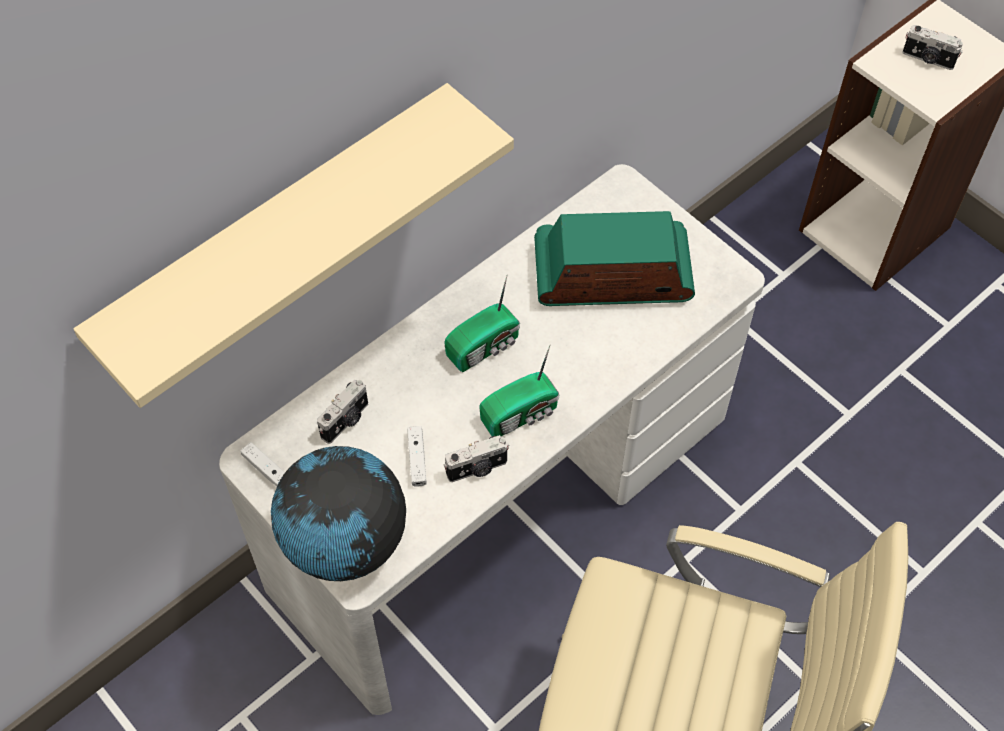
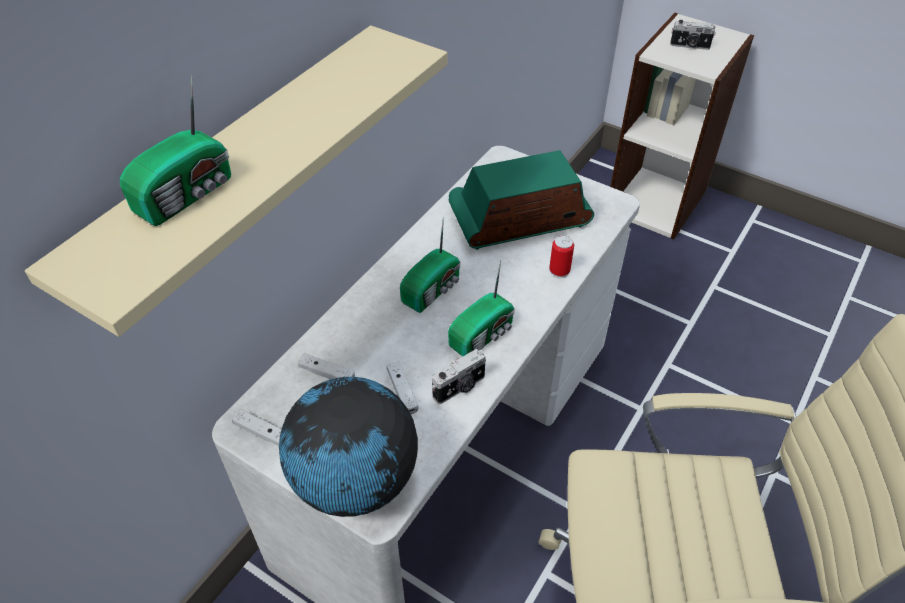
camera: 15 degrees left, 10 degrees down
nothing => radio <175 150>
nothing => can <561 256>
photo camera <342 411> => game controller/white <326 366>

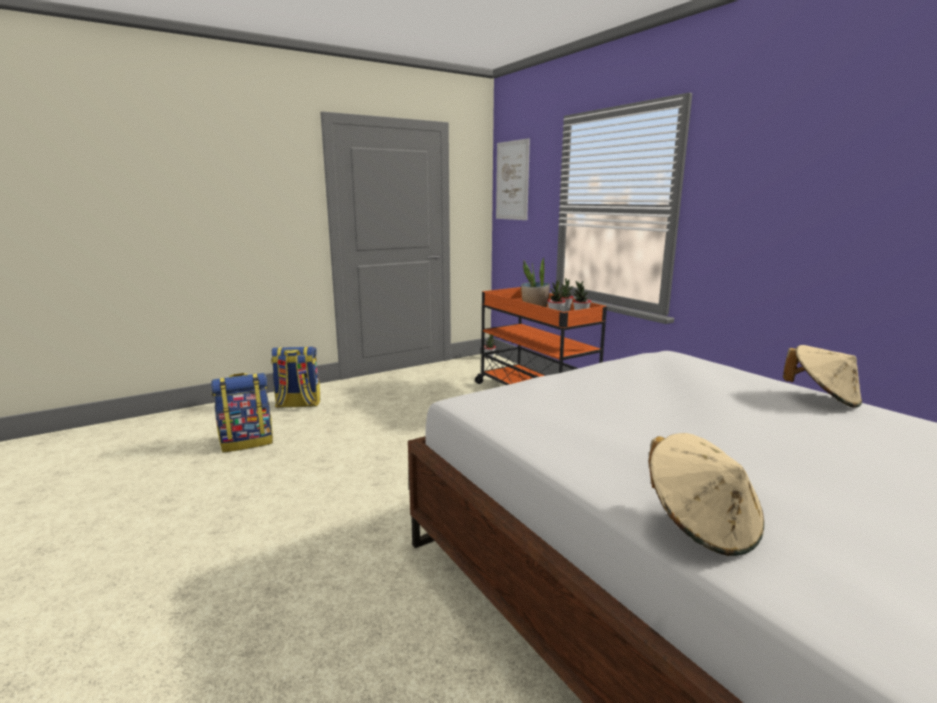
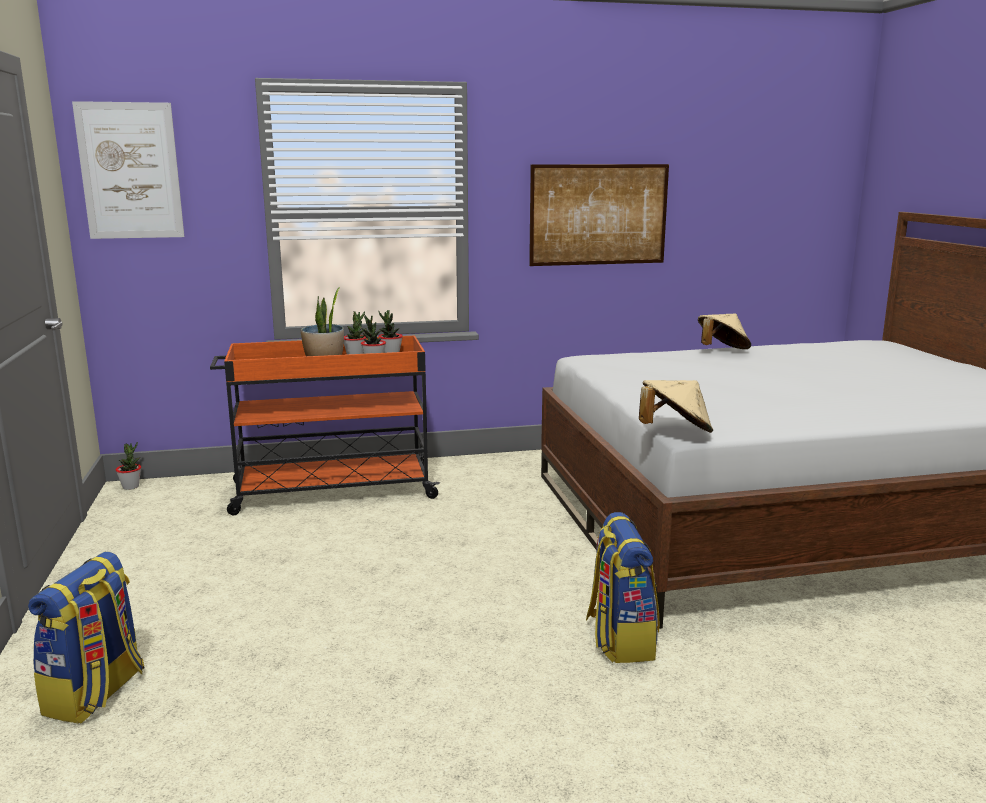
camera: 70 degrees left, 0 degrees up
nothing => picture <599 215>
backpack <242 412> => backpack <622 587>, shifted
hat/beige <706 494> => hat/beige <676 406>, shifted

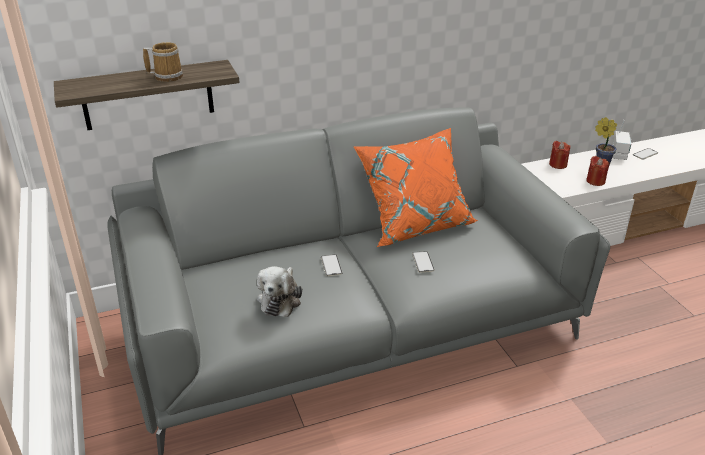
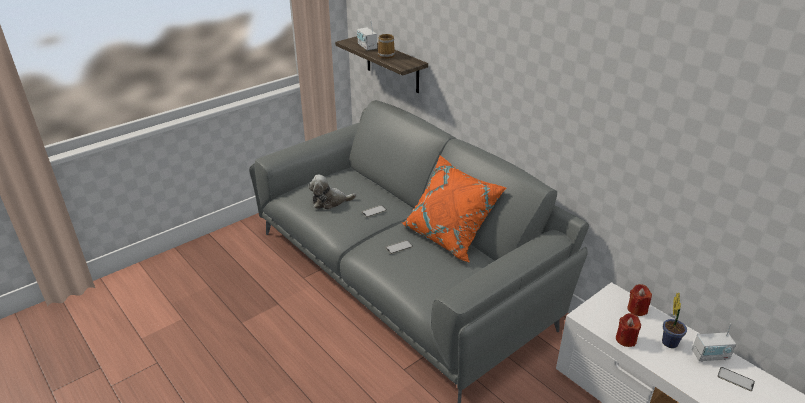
camera: 70 degrees right, 0 degrees up
nothing => radio <367 35>

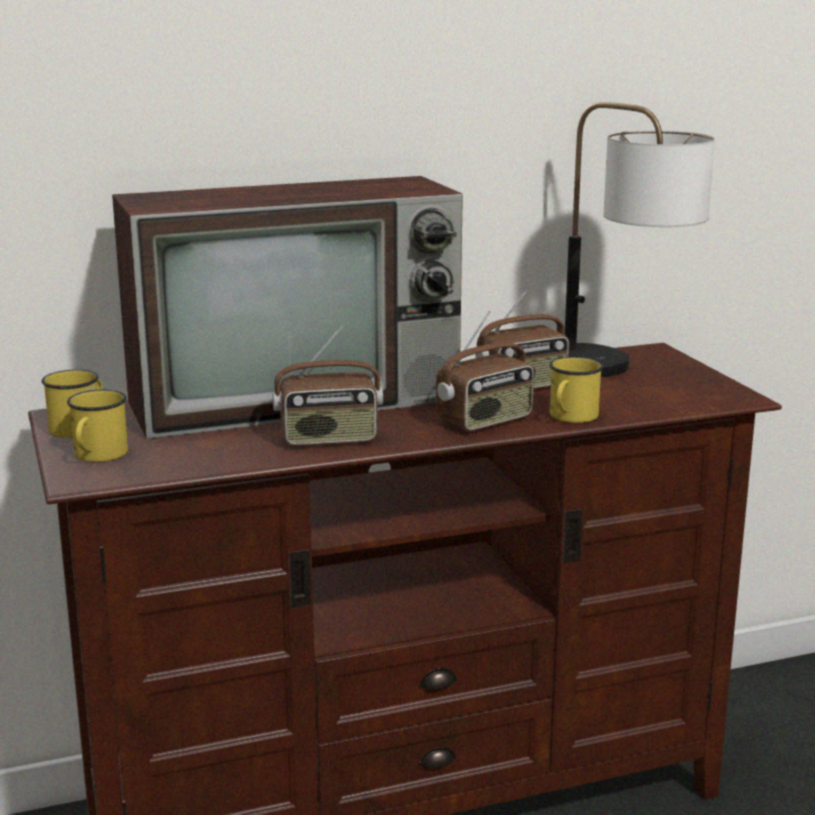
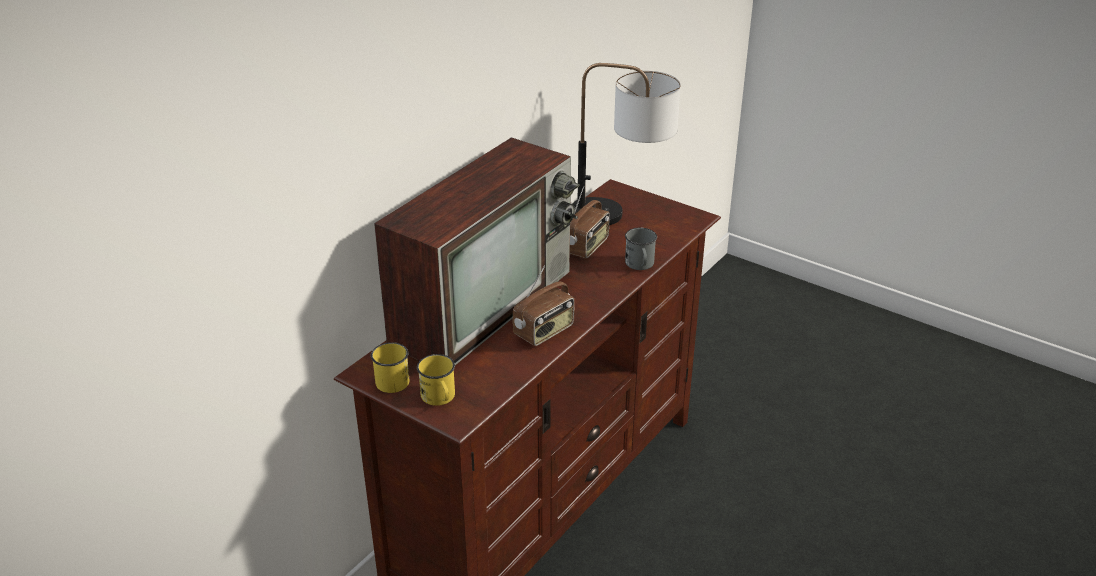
camera: 35 degrees left, 15 degrees up
radio <485 371> => nothing
mug/yellow <576 390> => mug/grey <641 249>

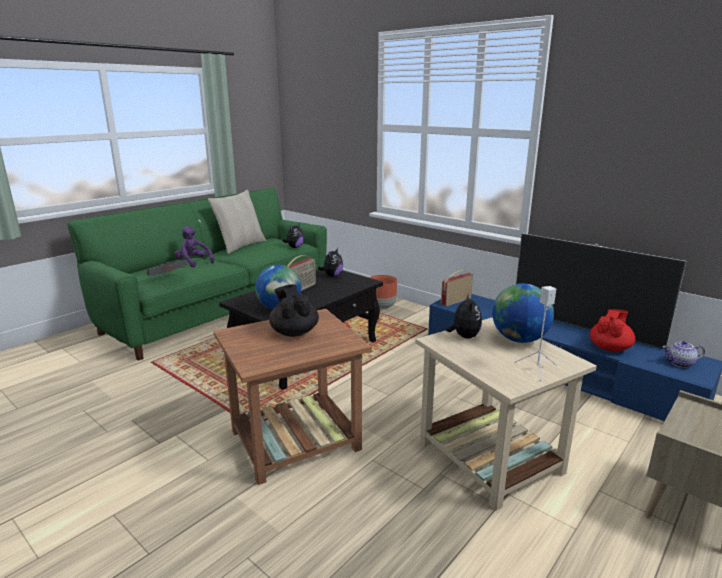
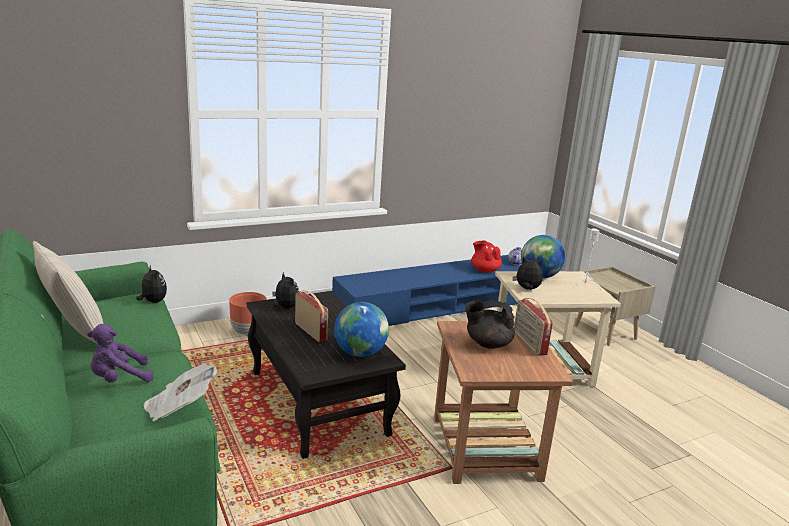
camera: 70 degrees left, 0 degrees up
television <601 291> => nothing
radio <457 288> => radio <533 327>, shifted

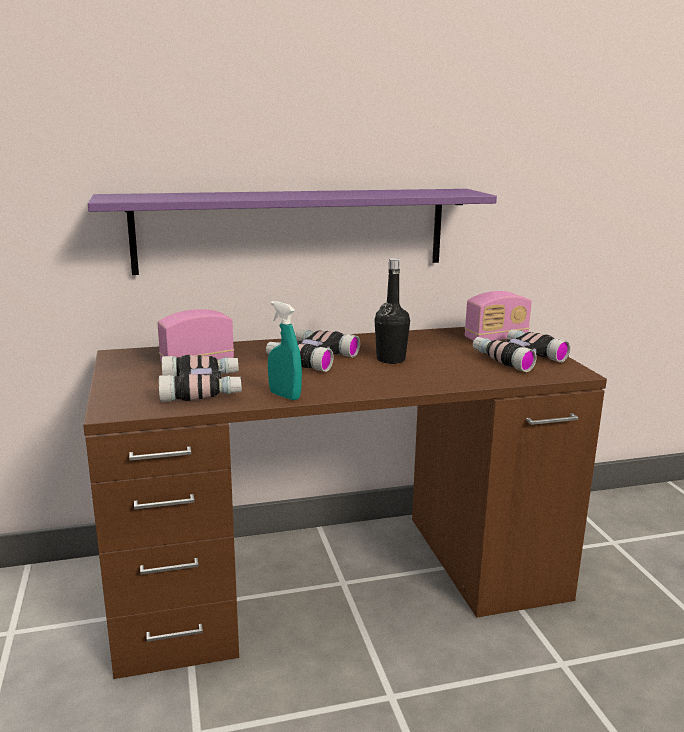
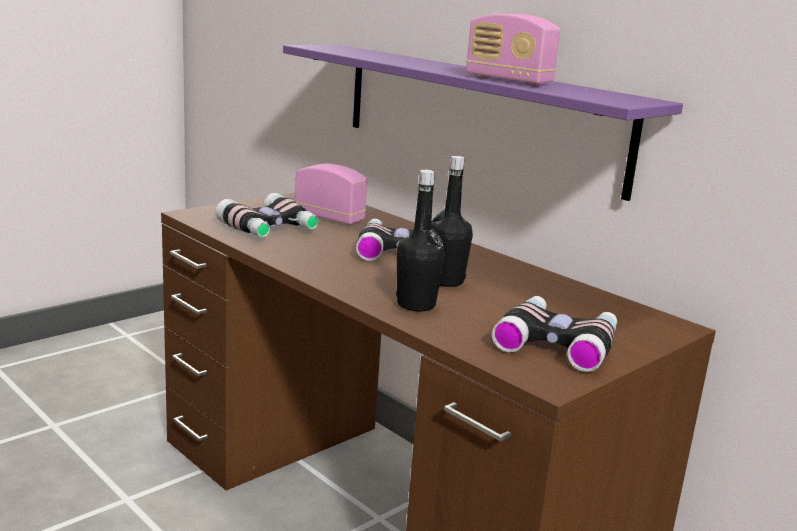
camera: 60 degrees right, 0 degrees up
spray bottle/turquoise <285 350> => nothing
nothing => bottle/black <420 240>
radio <498 316> => radio <513 50>, shifted

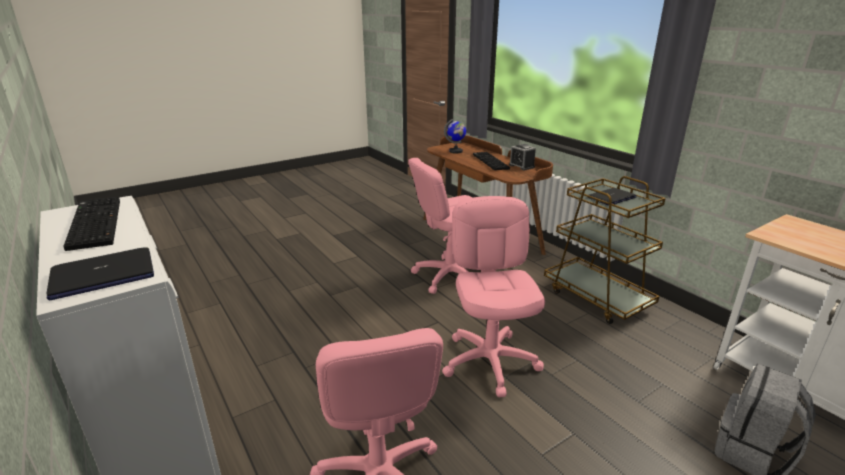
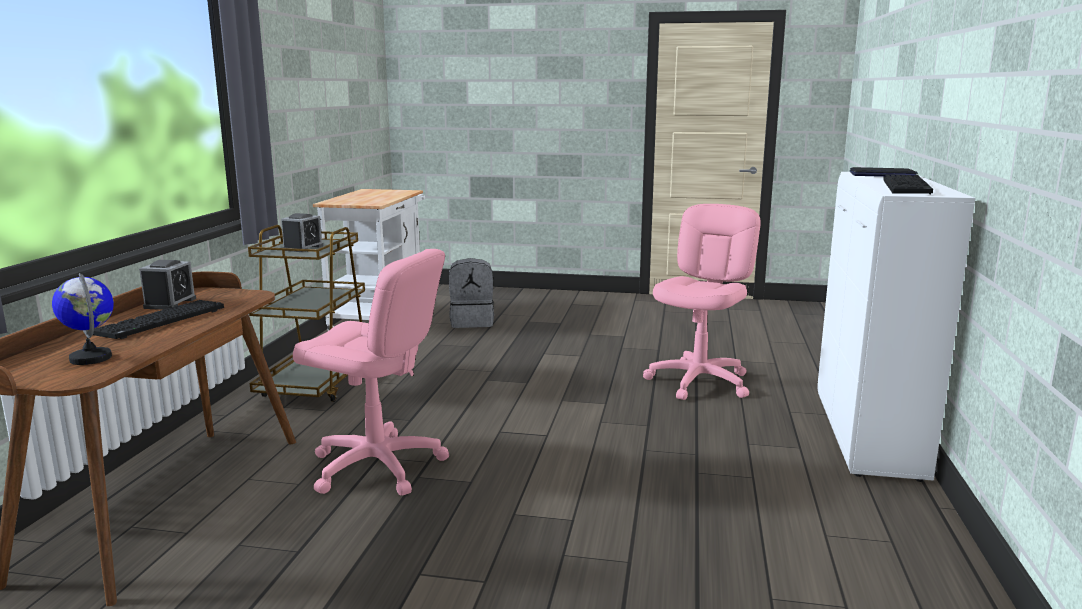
camera: 135 degrees left, 10 degrees down
office chair/pink <493 296> => nothing
laptop <612 197> => alarm clock <302 232>

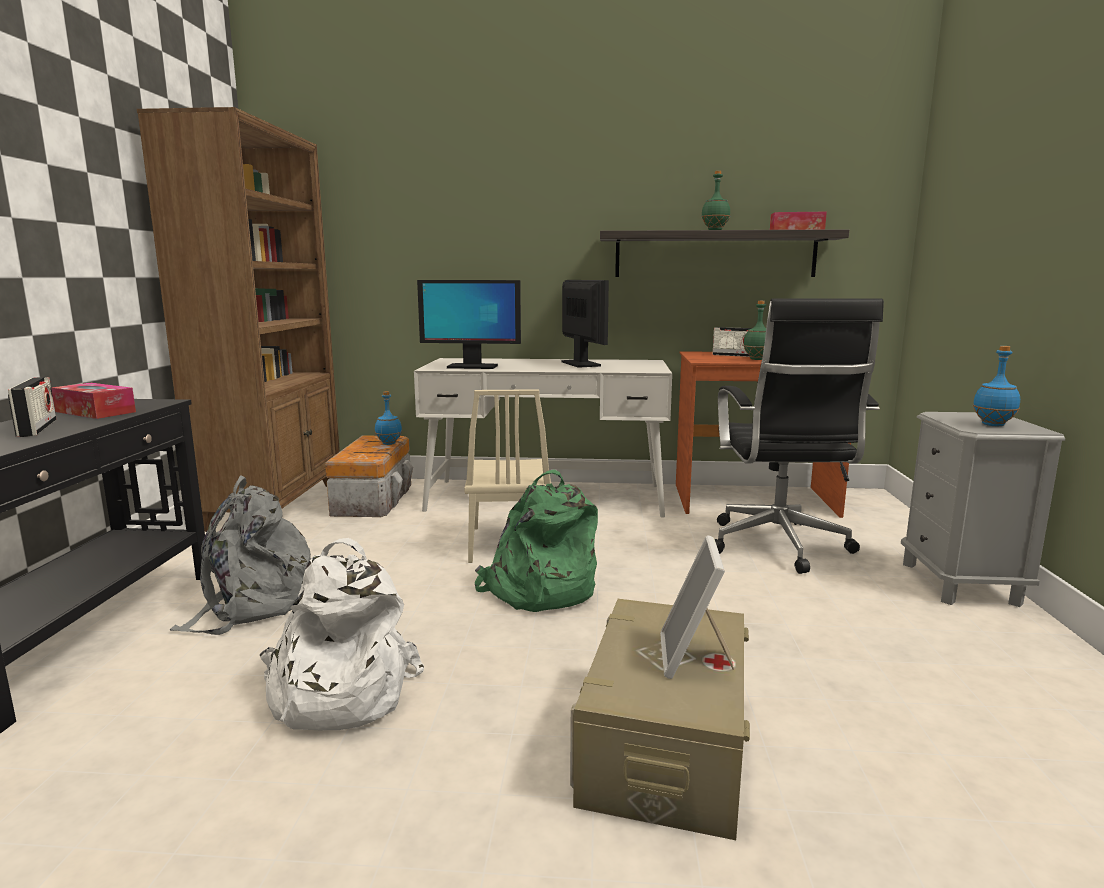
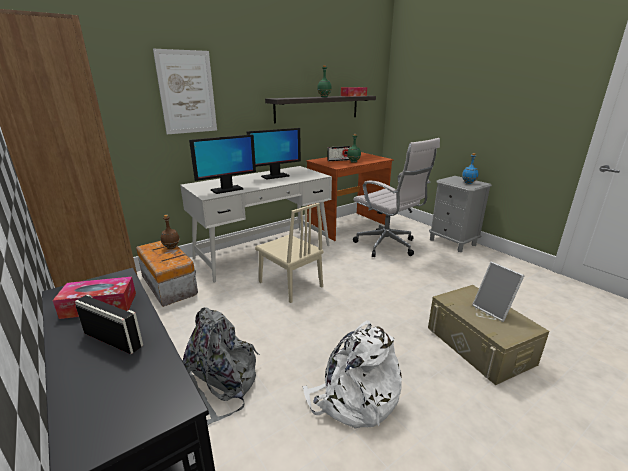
camera: 40 degrees left, 10 degrees up
backpack/green <536 541> => nothing
nothing => picture <185 91>
bottle/blue <388 418> => bottle/brown <170 232>
office chair/black <799 436> => office chair/white <396 197>
monitor <585 324> => monitor <273 154>, 120 degrees clockwise

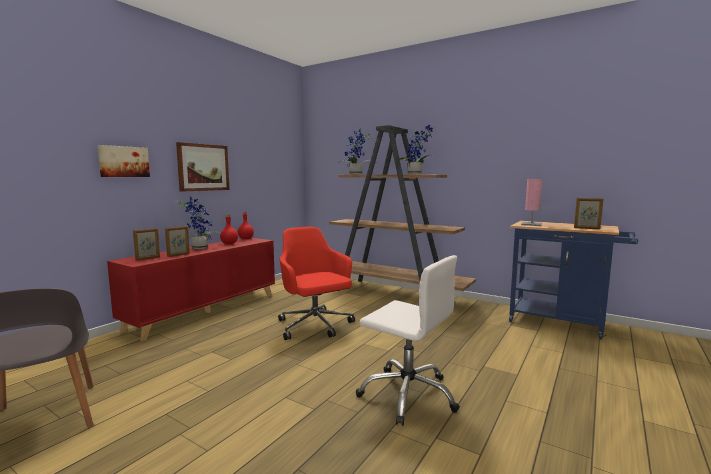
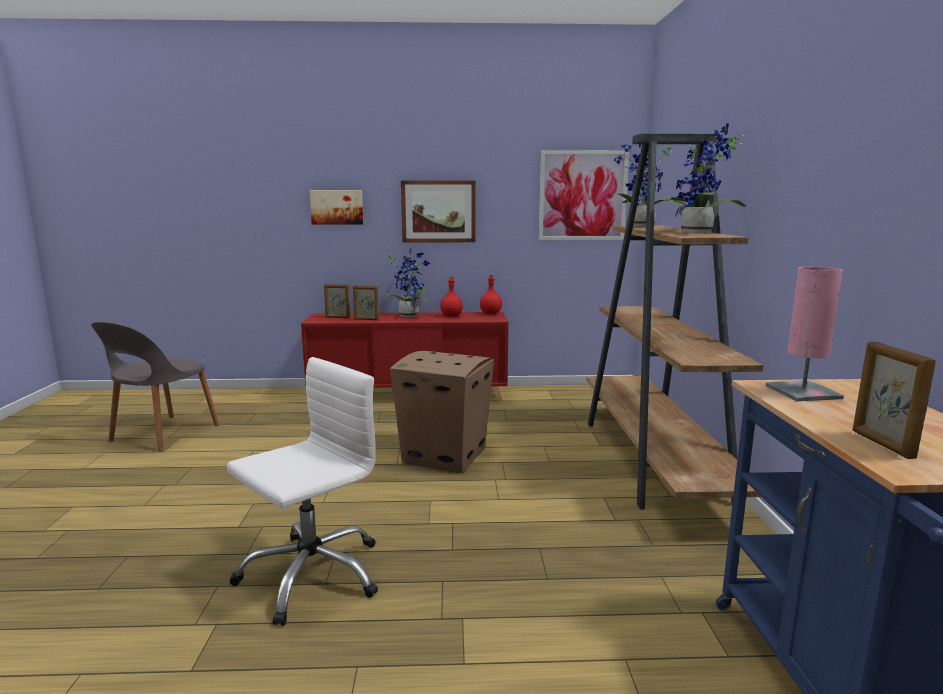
camera: 55 degrees right, 5 degrees up
nothing => picture <583 195>
office chair/red <316 283> => cardboard box <442 412>
office chair/white <408 340> => office chair/white <302 491>, 135 degrees counterclockwise

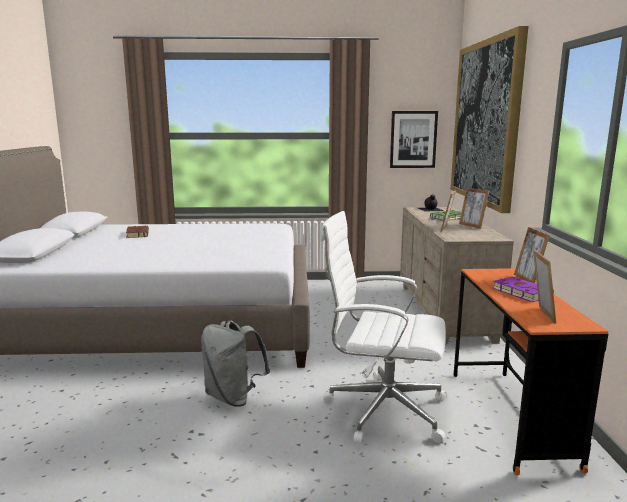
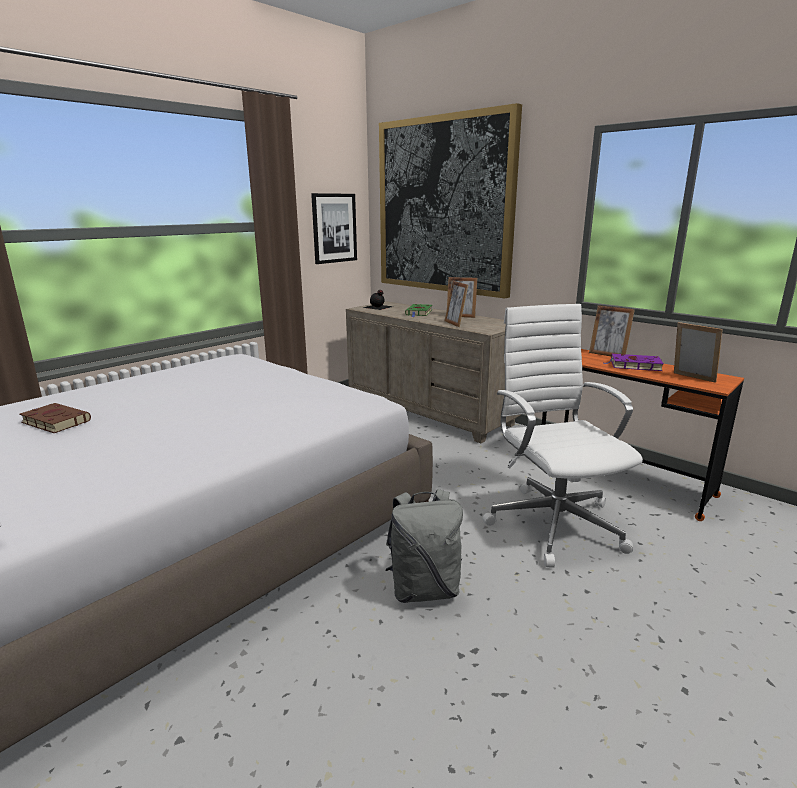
camera: 45 degrees left, 5 degrees up
office chair/white <383 328> => office chair/white <563 436>, 105 degrees clockwise

